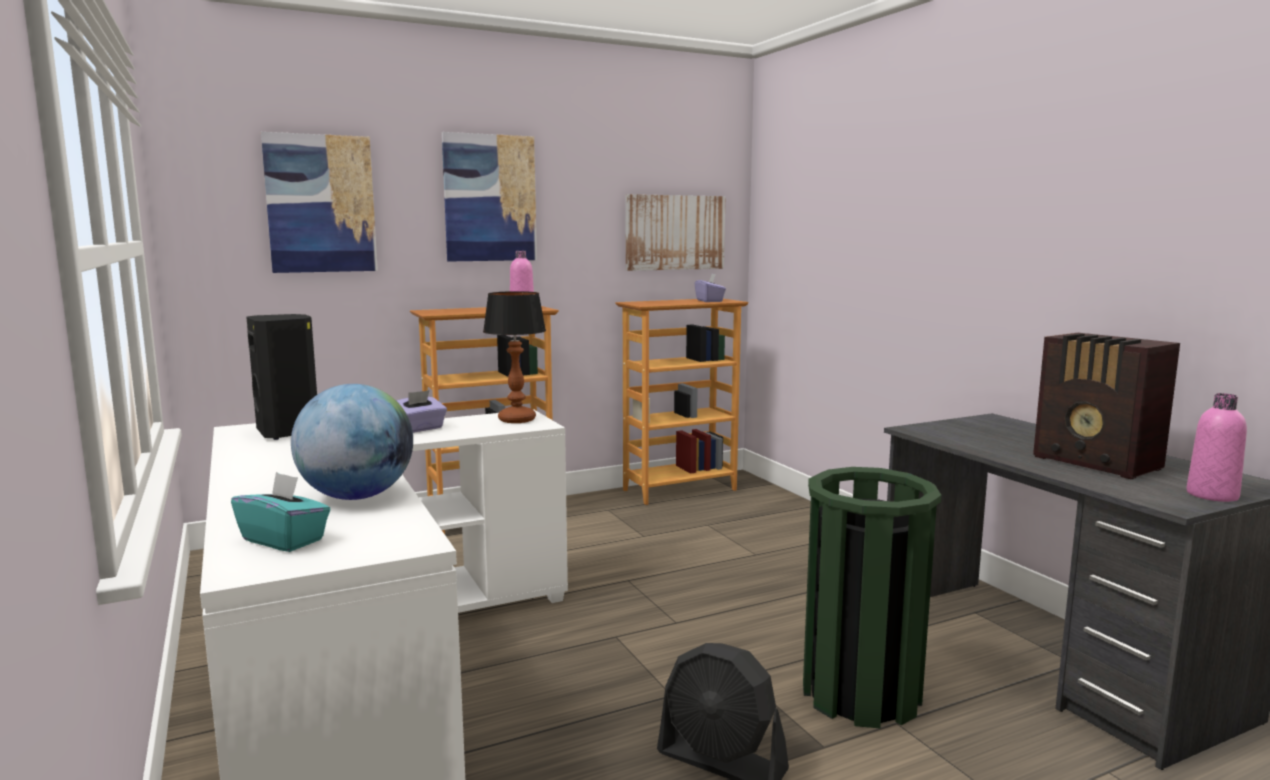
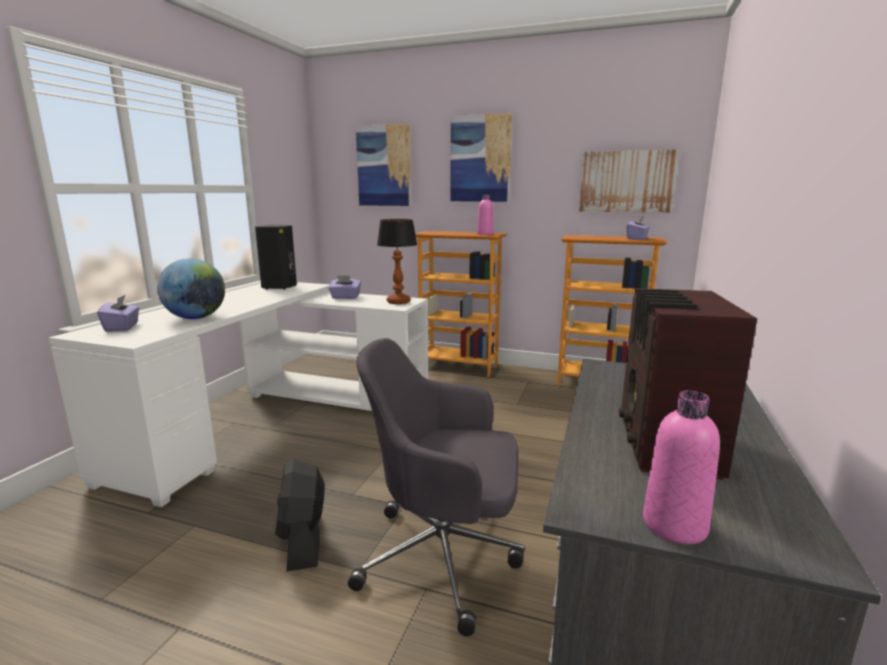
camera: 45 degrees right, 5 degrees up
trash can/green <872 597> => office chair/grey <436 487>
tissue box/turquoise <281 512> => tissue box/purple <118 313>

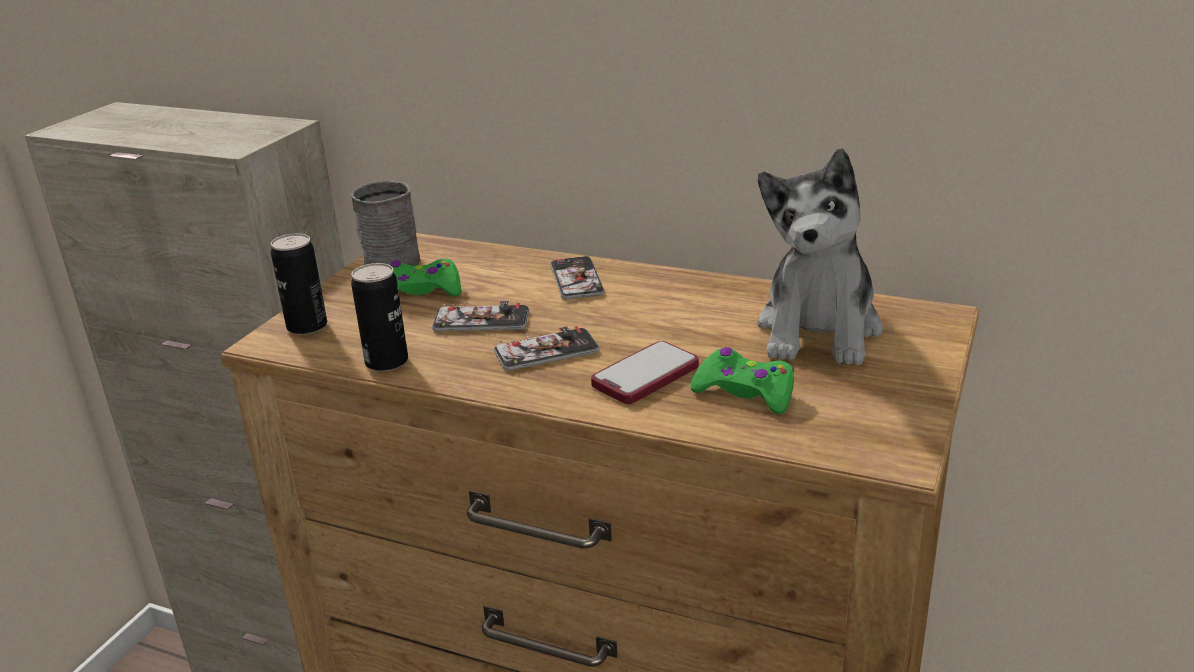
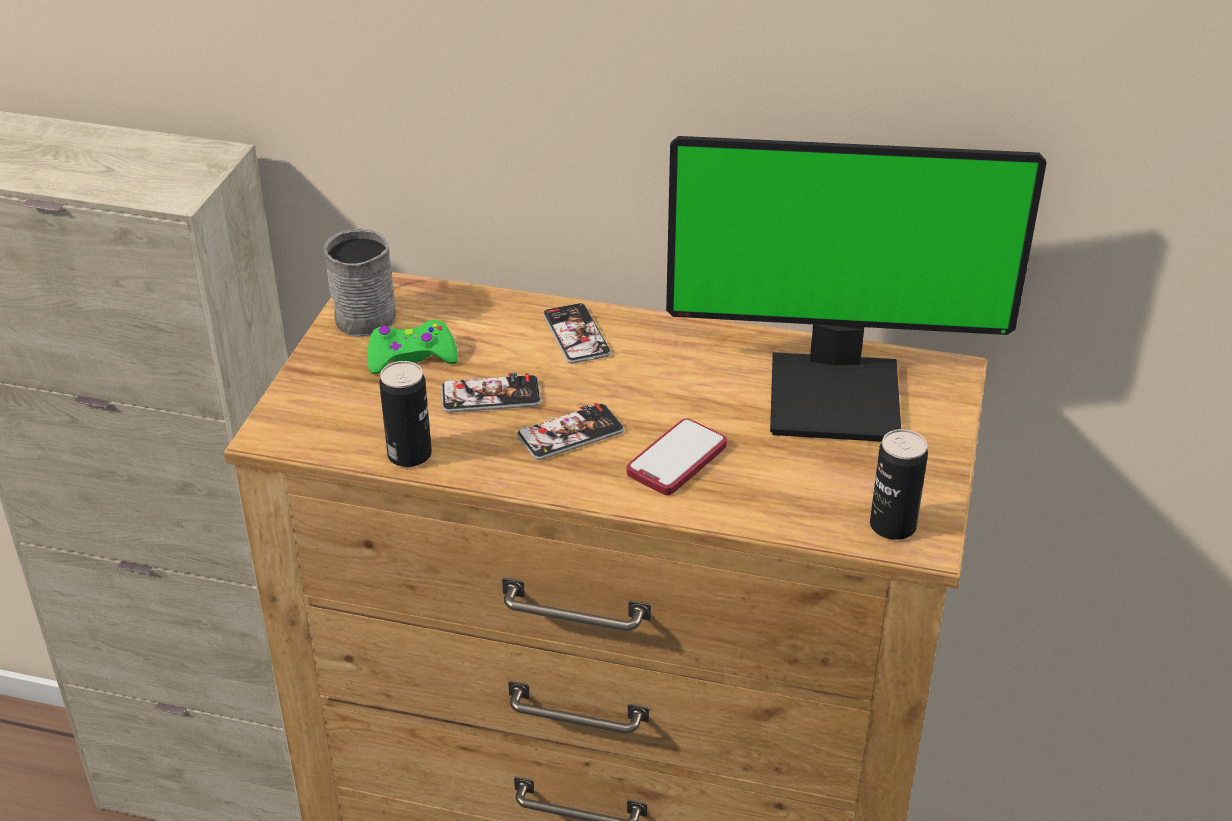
camera: 10 degrees left, 10 degrees up
game controller/green <742 380> => nothing
can <299 284> => can <899 484>, shifted
plush toy <820 257> => monitor <856 289>

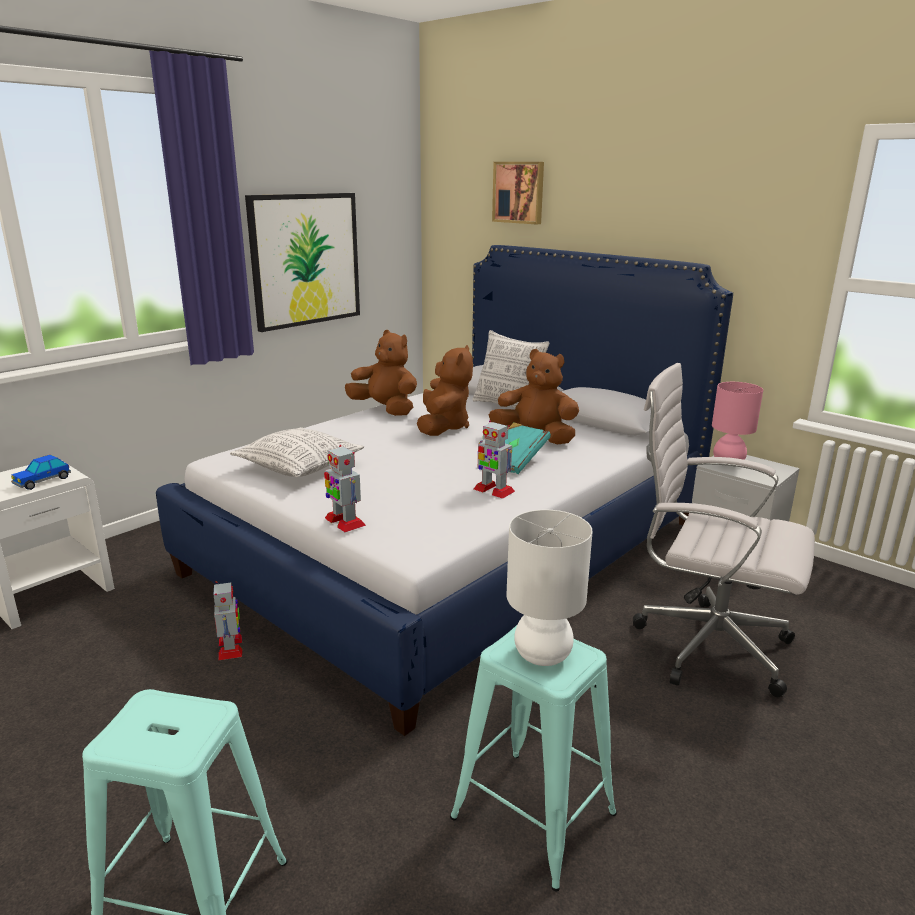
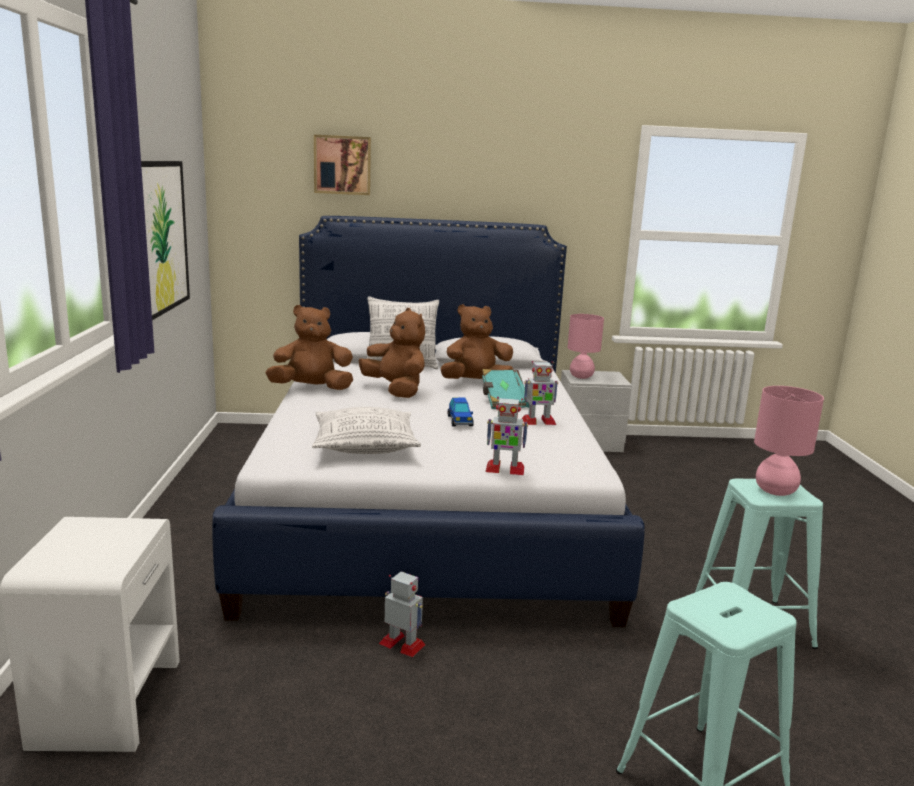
camera: 45 degrees left, 5 degrees down
office chair/white <724 530> => nothing
toy car <41 472> => toy car <461 412>, shifted
table lamp/white <549 588> => table lamp/pink <789 441>

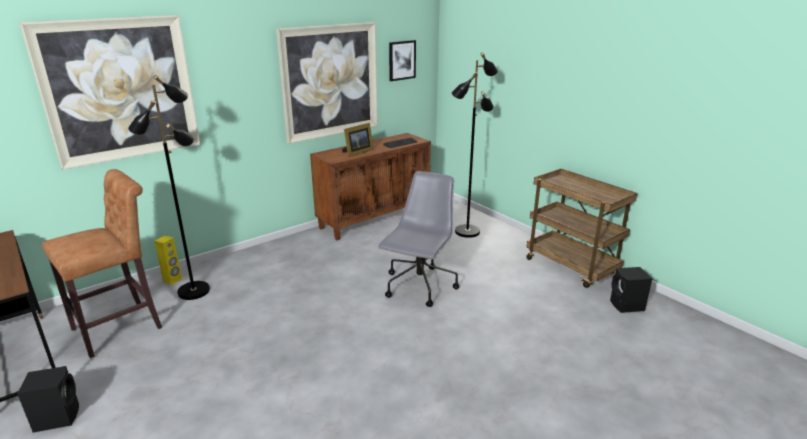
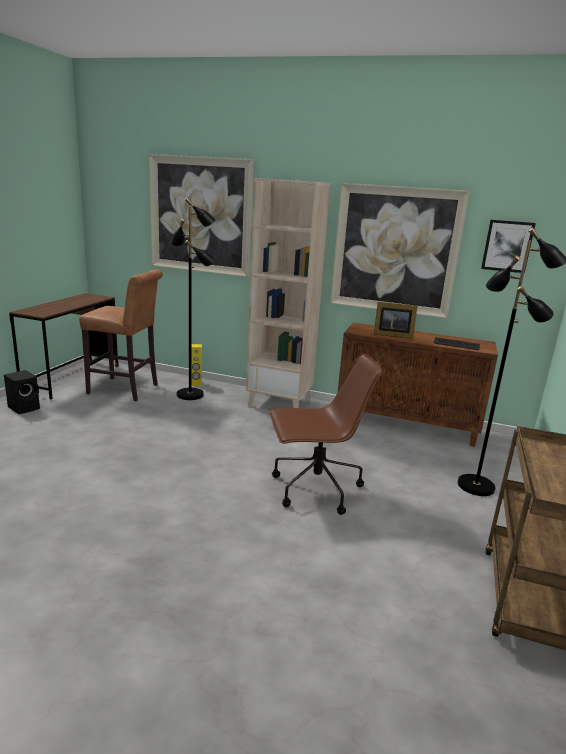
camera: 55 degrees right, 5 degrees down
speaker/black <631 290> => nothing
nothing => bookcase/beige <288 293>
office chair/grey <419 239> => office chair/brown <325 434>

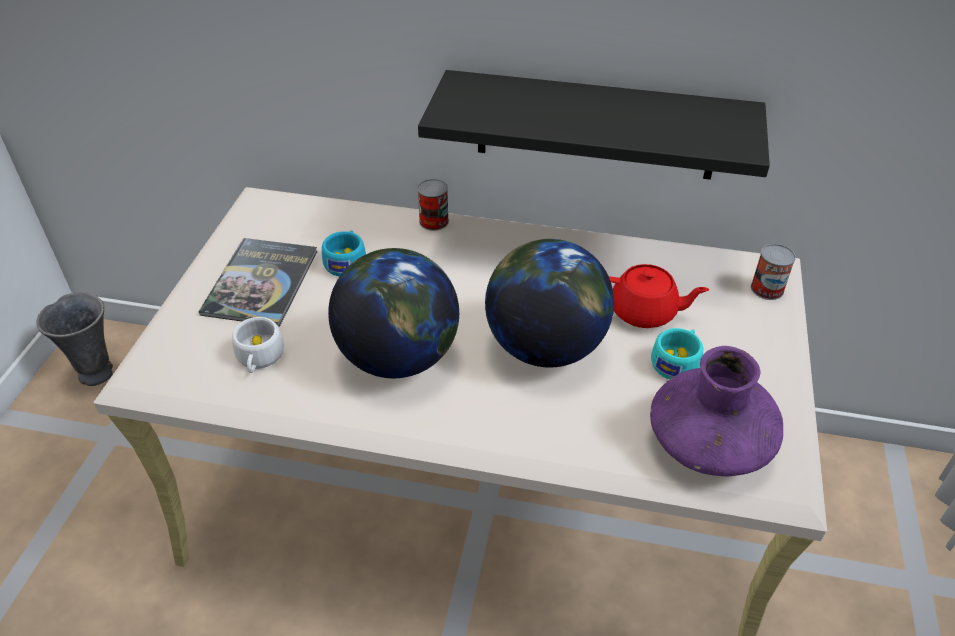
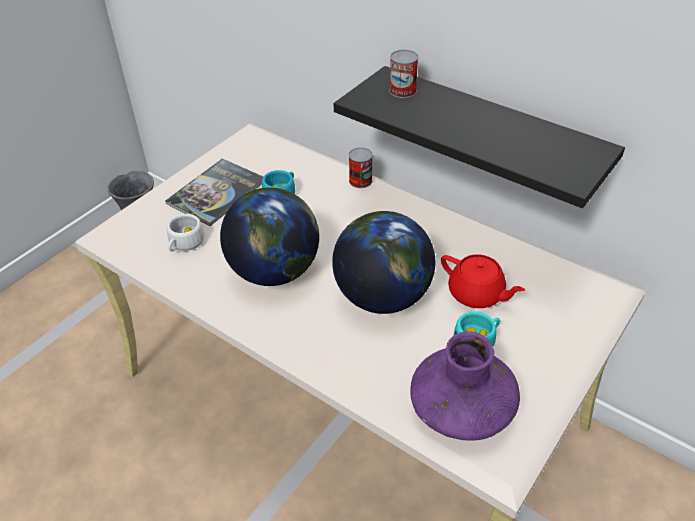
camera: 25 degrees right, 0 degrees up
can <773 272> => can <403 74>, shifted

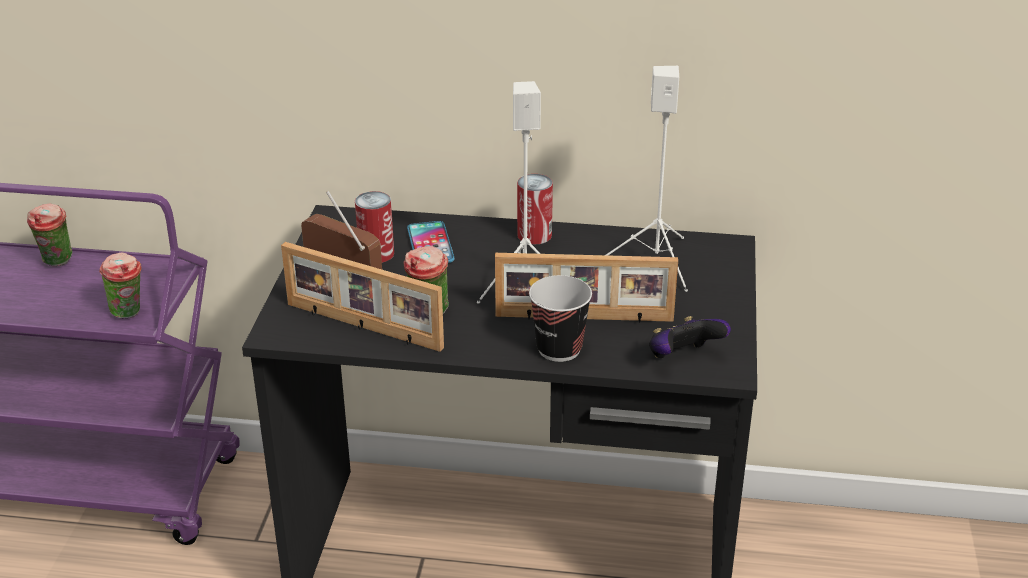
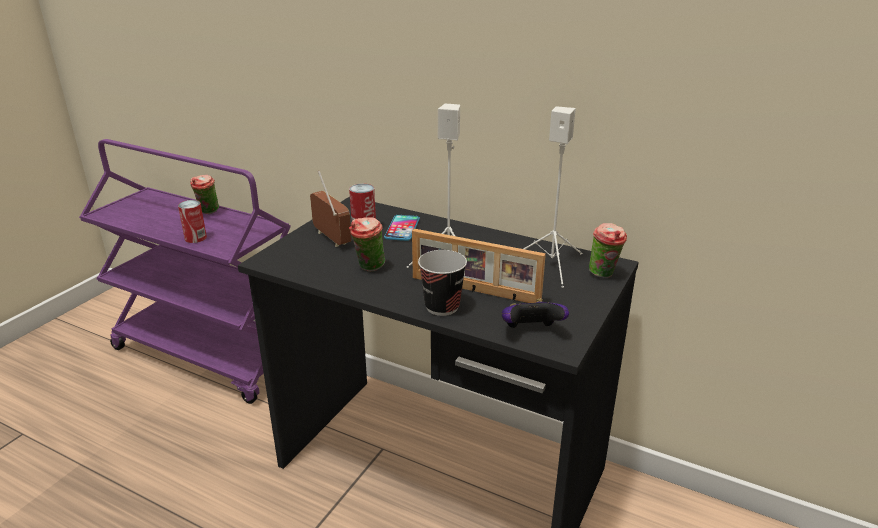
camera: 20 degrees right, 5 degrees down
picture frame <362 297> => nothing
cup <120 285> => cup <608 250>, shifted
can <535 209> => can <192 221>, shifted

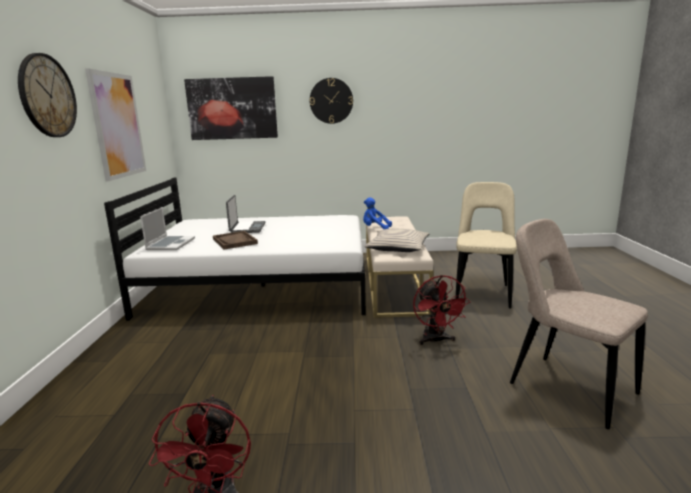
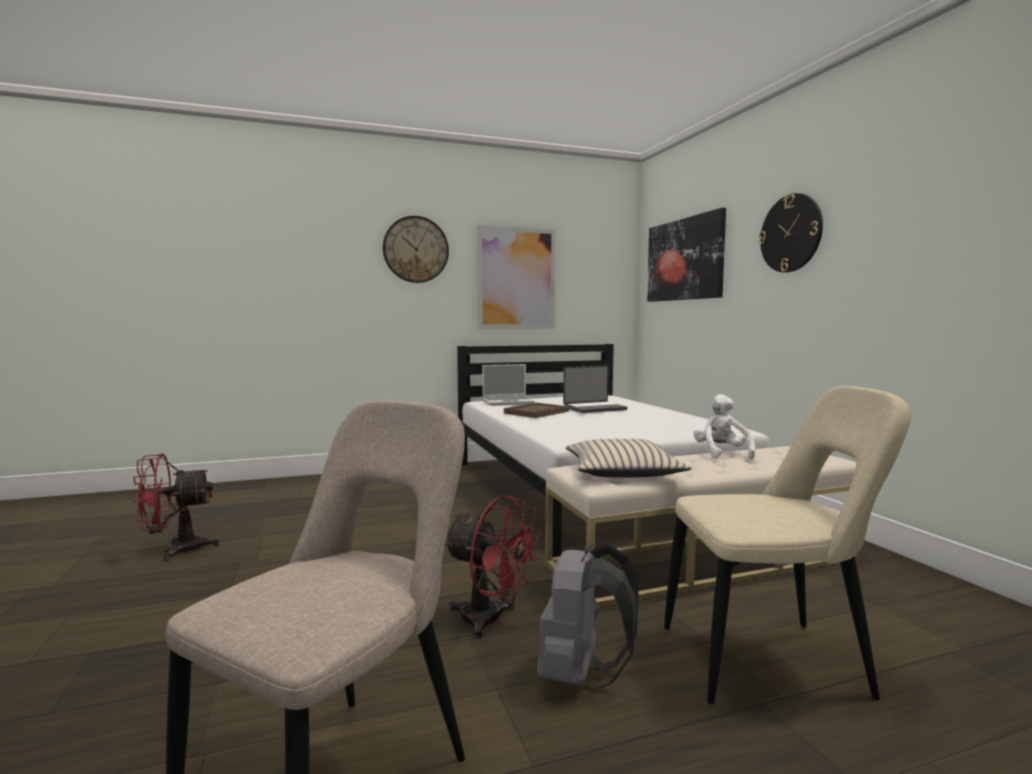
camera: 70 degrees right, 10 degrees down
nothing => backpack/grey <588 616>
plush toy/blue <377 213> => plush toy/white <724 427>
fan/red <441 310> => fan/red <493 567>, 120 degrees counterclockwise

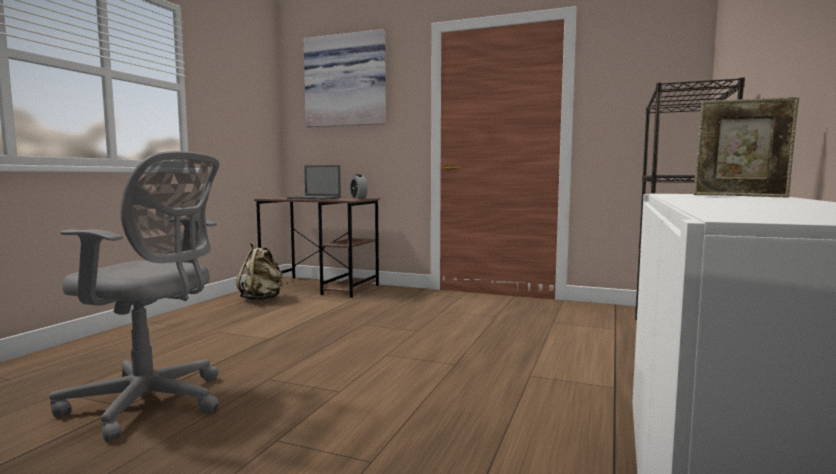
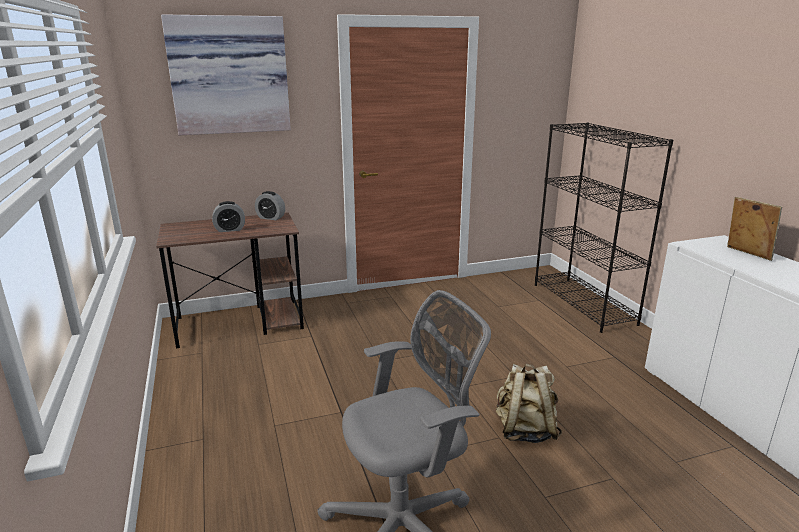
camera: 40 degrees left, 15 degrees up
backpack/beige <259 271> => backpack/beige <529 403>, shifted
laptop <314 182> => alarm clock <228 216>
picture frame <746 147> => picture frame <754 229>, 105 degrees counterclockwise

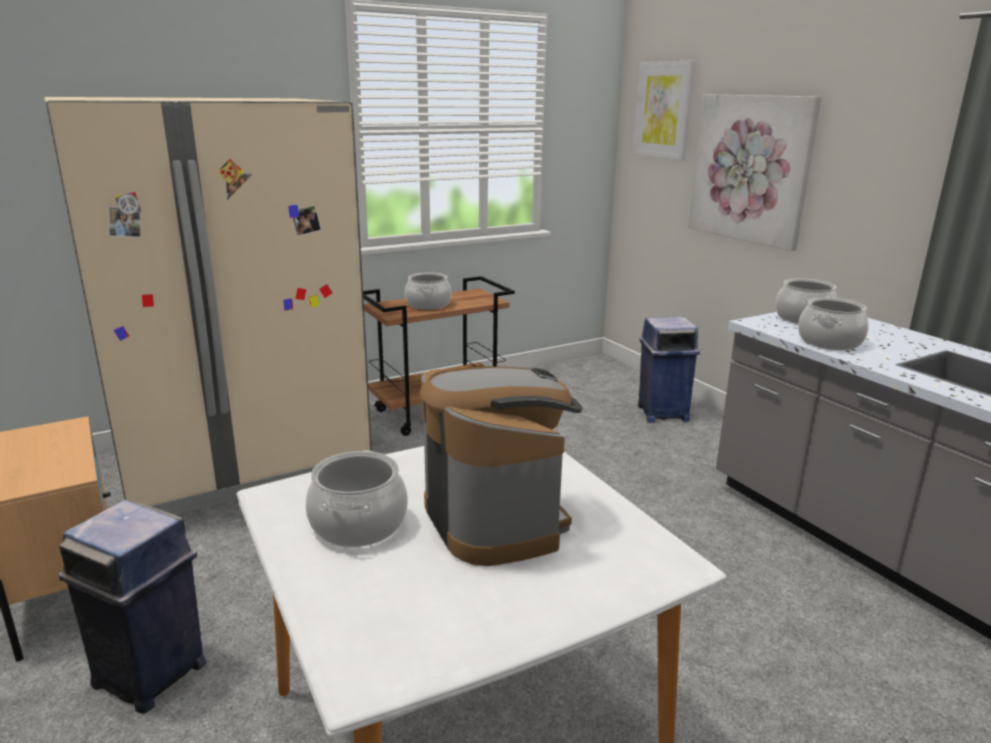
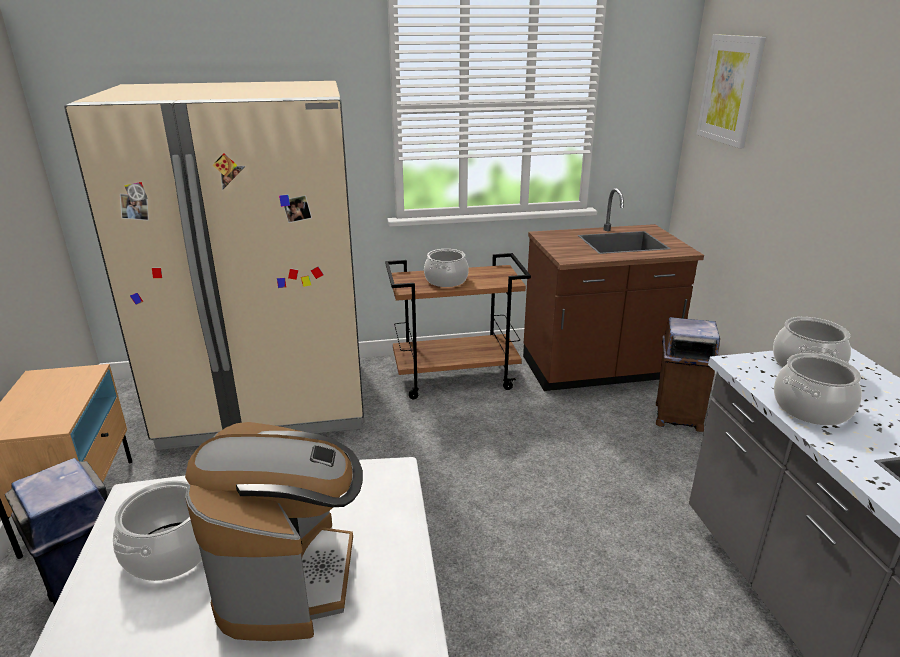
camera: 20 degrees right, 5 degrees up
picture <755 172> => nothing
nothing => counter/brown <613 289>
trash can/blue <669 370> => trash can/brown <688 374>

